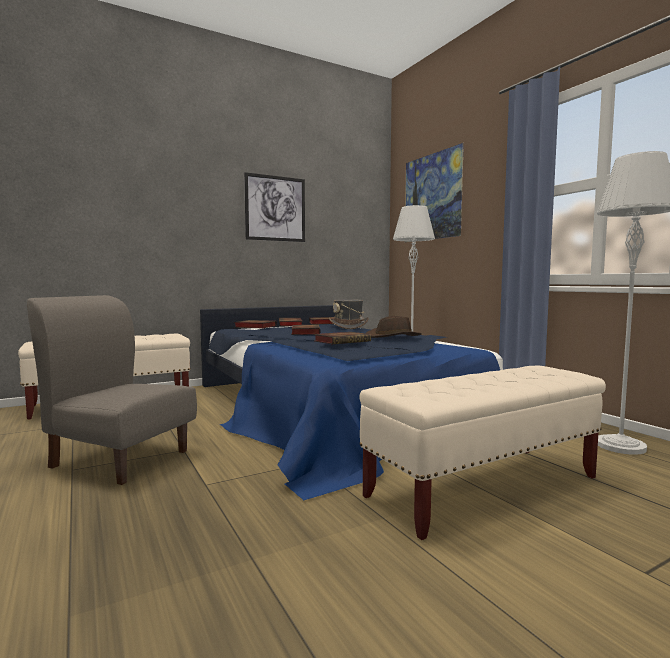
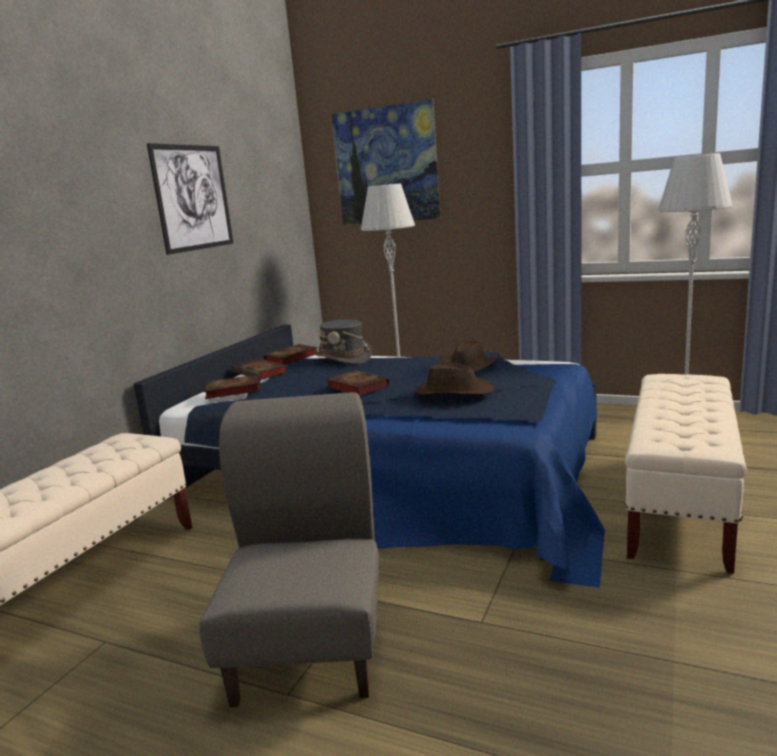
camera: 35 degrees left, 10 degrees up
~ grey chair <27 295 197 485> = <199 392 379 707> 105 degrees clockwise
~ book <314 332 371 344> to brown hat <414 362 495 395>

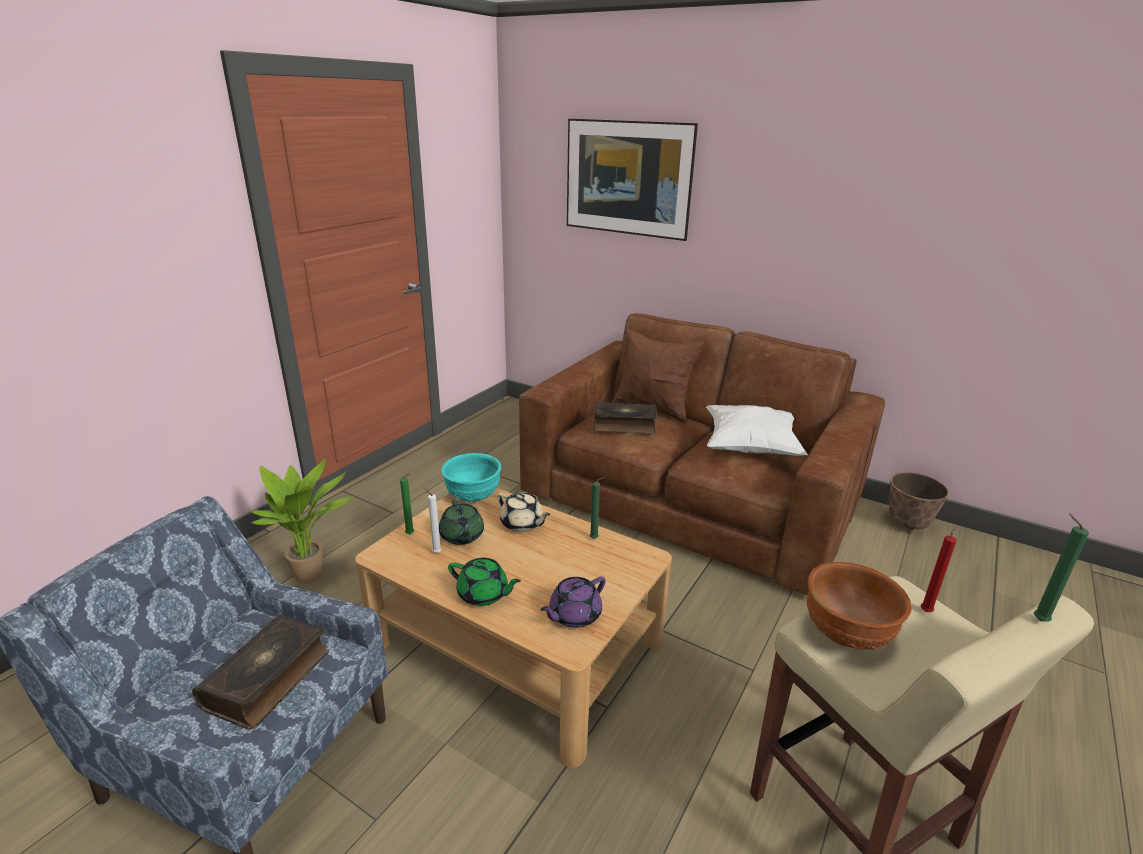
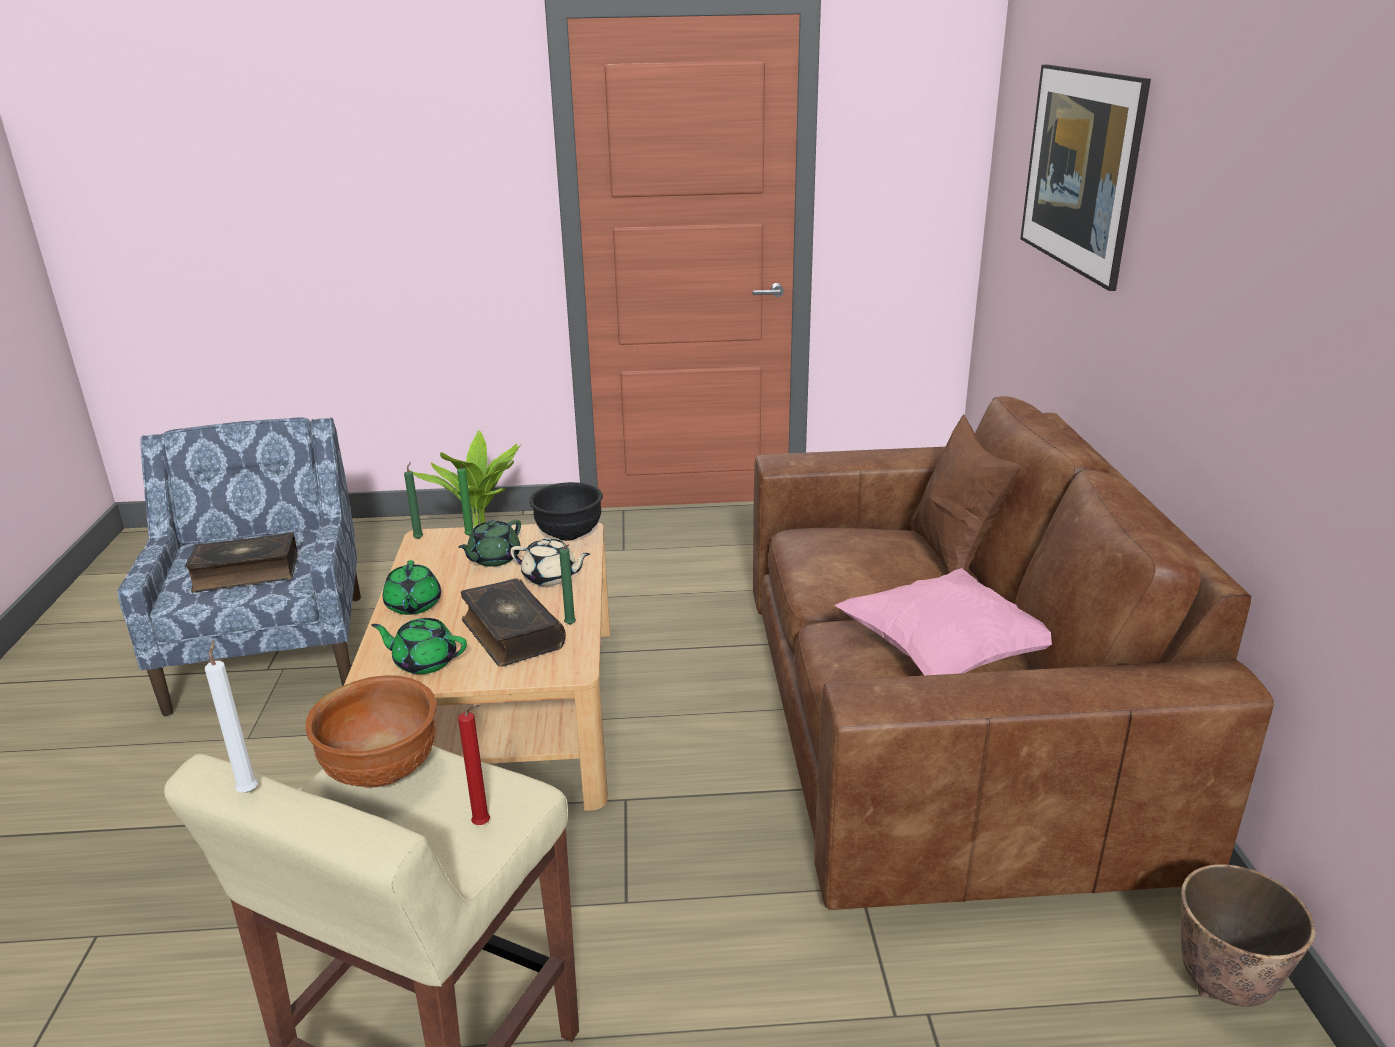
camera: 55 degrees right, 0 degrees up
~ book <593 402 657 434> to <461 578 566 667>
~ white pillow <706 405 808 456> to pink pillow <835 568 1052 675>
~ turquoise bowl <441 453 501 502> to black bowl <529 482 603 541>
~ white candle <424 488 442 553> to <205 640 258 793>
~ beige teapot <497 492 550 532> = <510 538 590 586> 75 degrees counterclockwise
~ green candle <1034 513 1089 621> to <404 462 423 539>
~ purple teapot <540 577 606 628> to green teapot <371 618 467 674>

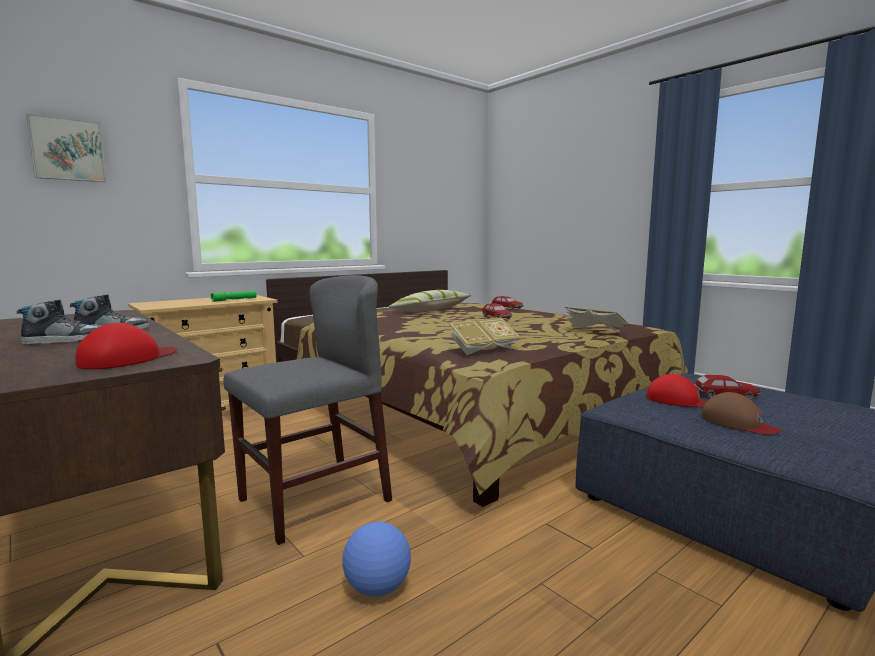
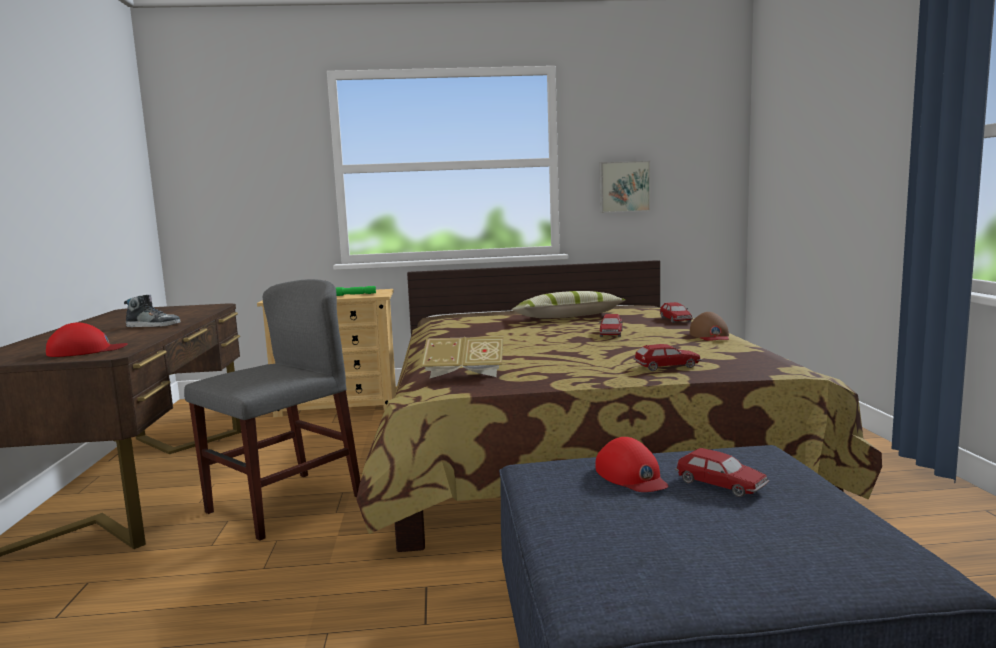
camera: 35 degrees right, 0 degrees up
~ picture <26 113 107 182> to <600 161 650 213>
~ grey chair <223 275 392 545> = <184 279 360 541> 45 degrees counterclockwise
- shoe <17 300 101 345>
~ book <565 307 629 333> to toy car <633 344 702 371>
~ brown cap <701 392 782 435> to <690 312 729 341>
- football <342 522 411 597>

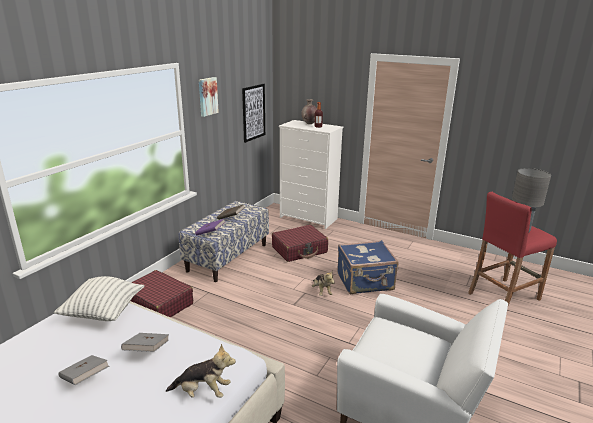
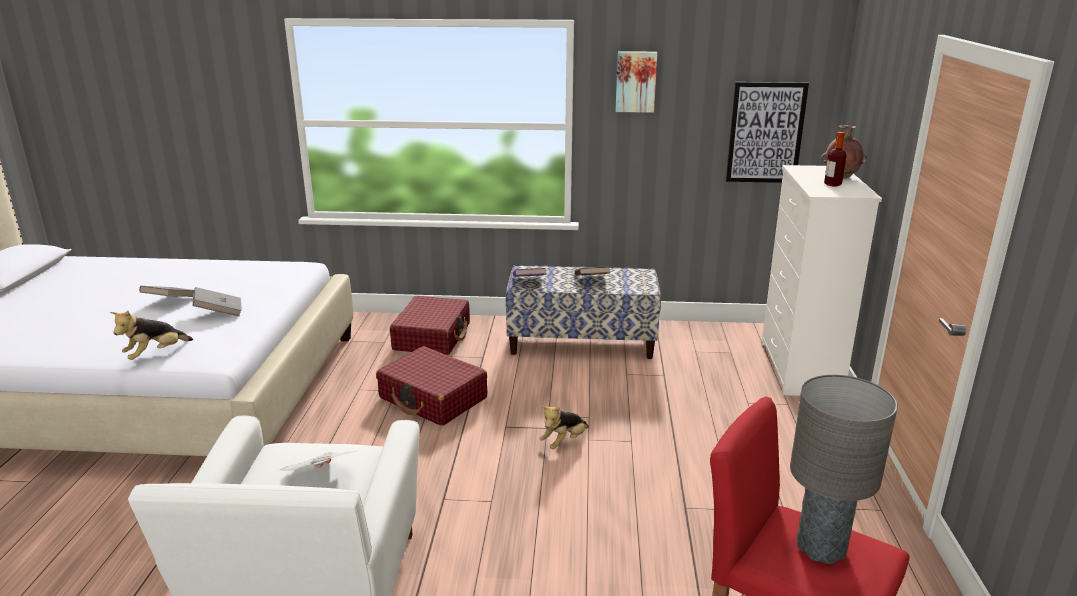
camera: 65 degrees right, 0 degrees up
~ red suitcase <272 225 328 262> to <376 346 487 426>
- blue suitcase <337 240 399 294>
- pillow <54 276 144 321>
~ plush toy <166 344 236 398> = <110 311 193 360> 60 degrees clockwise
+ newspaper <280 451 356 471>

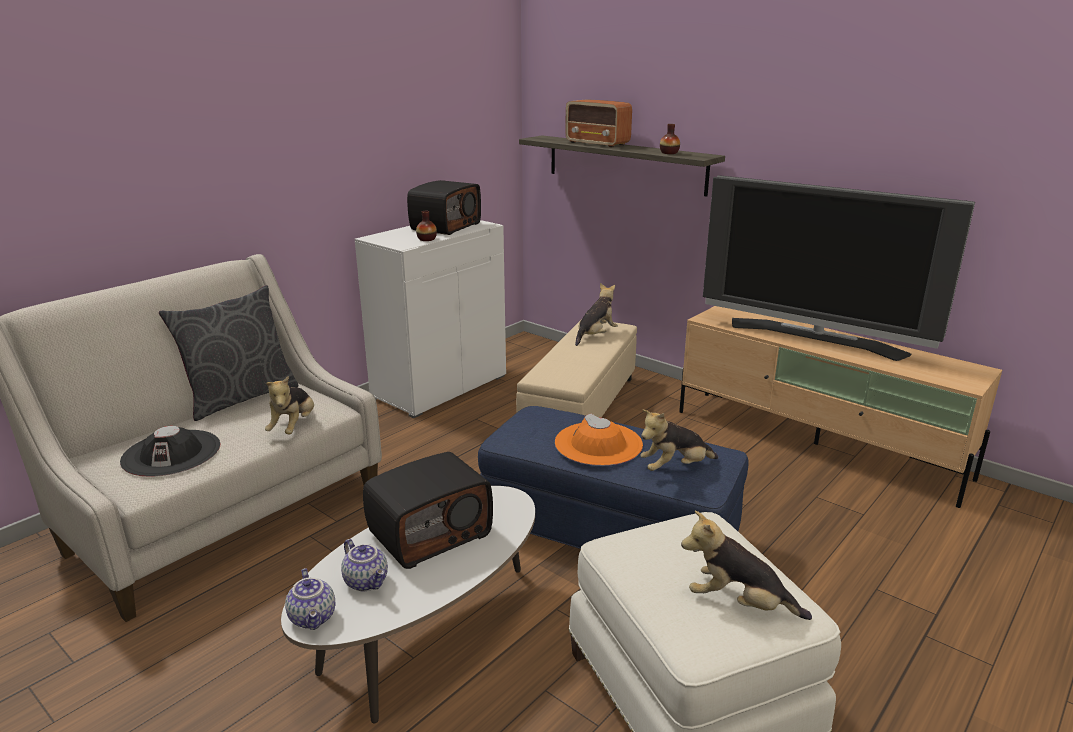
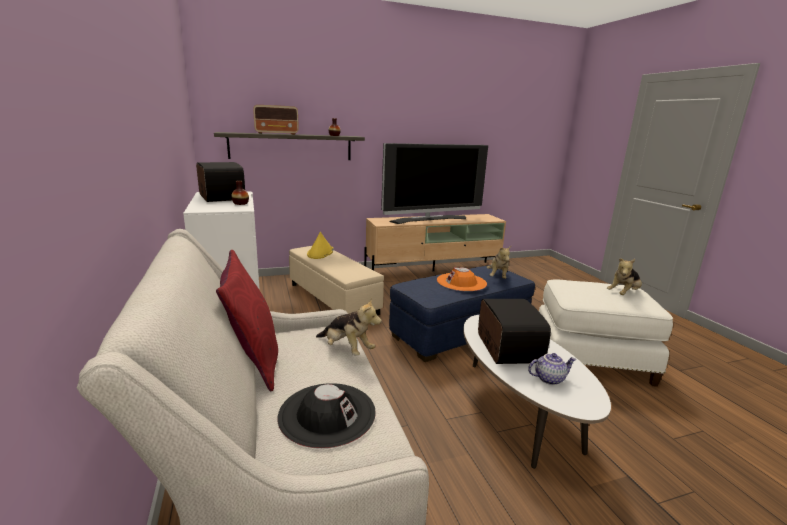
camera: 60 degrees left, 5 degrees down
~ plush toy <575 283 618 346> to yellow hat <307 232 334 259>
~ grey pillow <159 285 298 421> to red pillow <216 250 278 392>
- teapot <285 568 335 630>

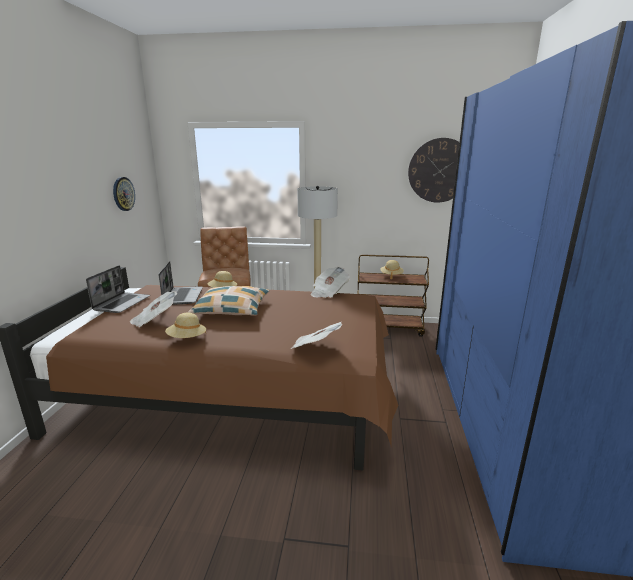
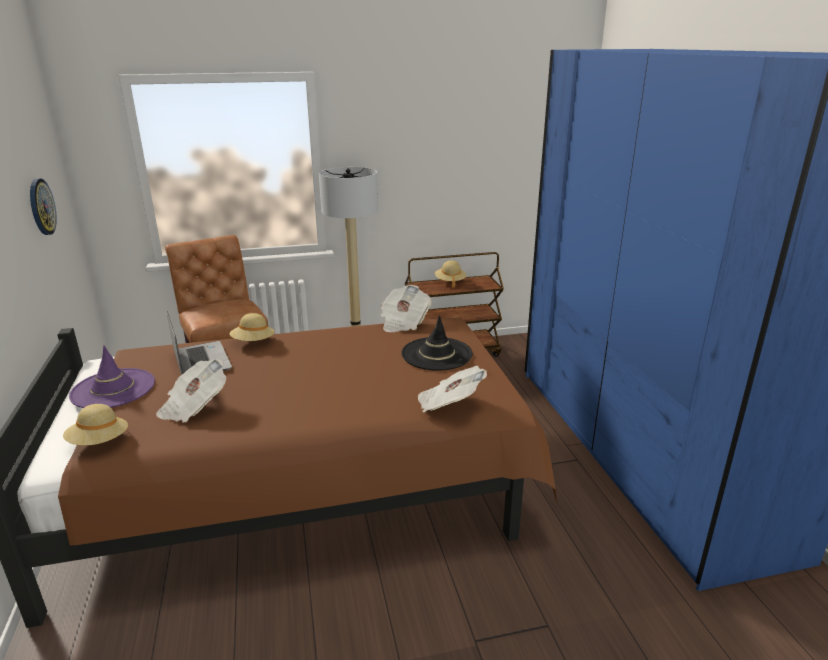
camera: 20 degrees left, 5 degrees up
- wall clock <408 138 460 202>
~ laptop <86 265 150 313> to purple hat <69 345 155 408>
- pillow <188 286 269 316>
~ beige hat <165 312 206 338> to <63 404 128 446>
+ black hat <401 315 473 371>

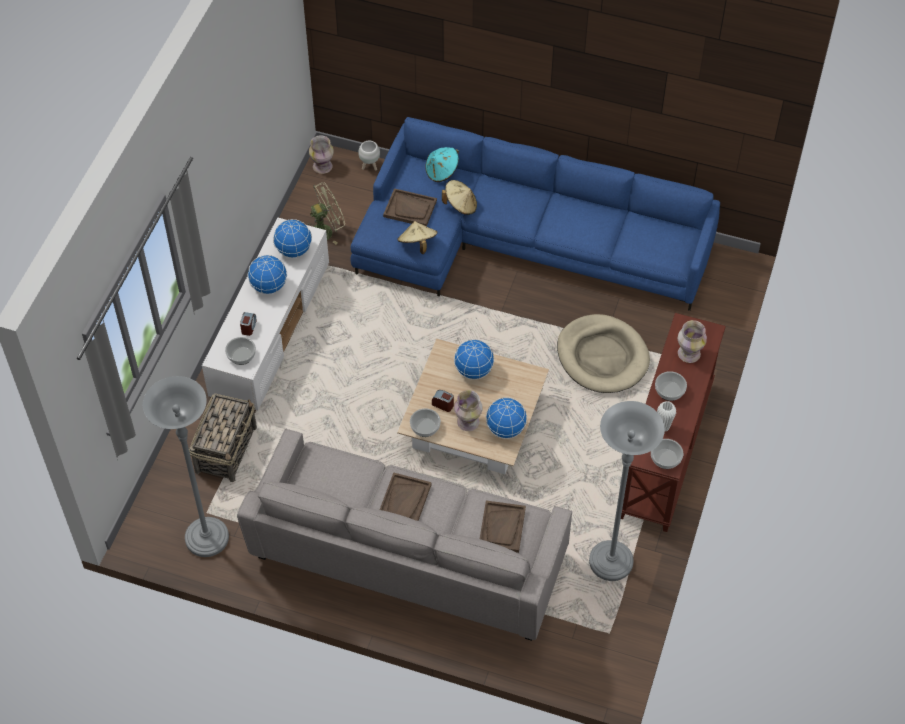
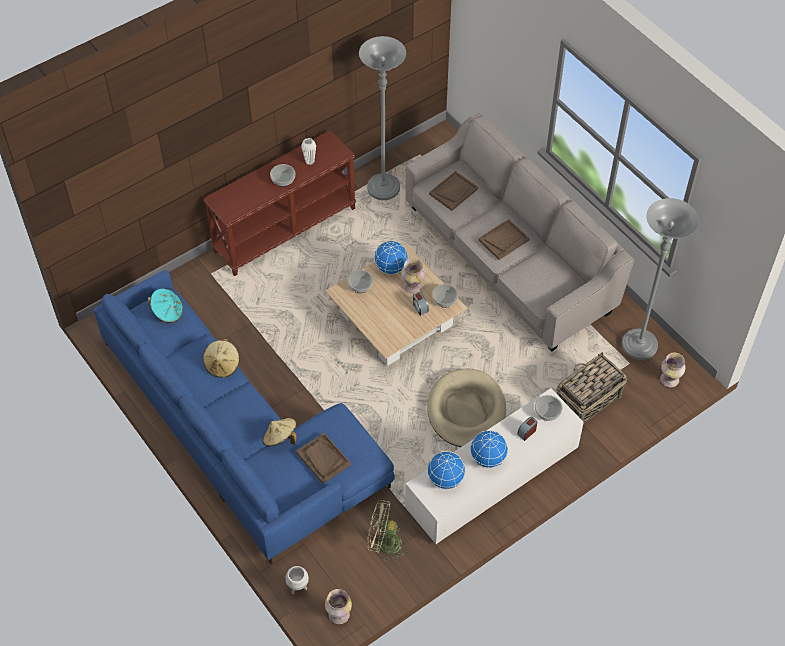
camera: 145 degrees left, 0 degrees up
~ turquoise hat <425 147 459 182> to <148 289 183 323>
~ beige hat <397 221 437 254> to <203 338 239 378>
~ beige dog bed <557 314 650 393> to <427 368 506 447>
~ vase <678 320 707 363> to <660 353 686 387>
- globe <454 339 494 380>
~ bowl <651 439 683 469> to <347 270 373 293>

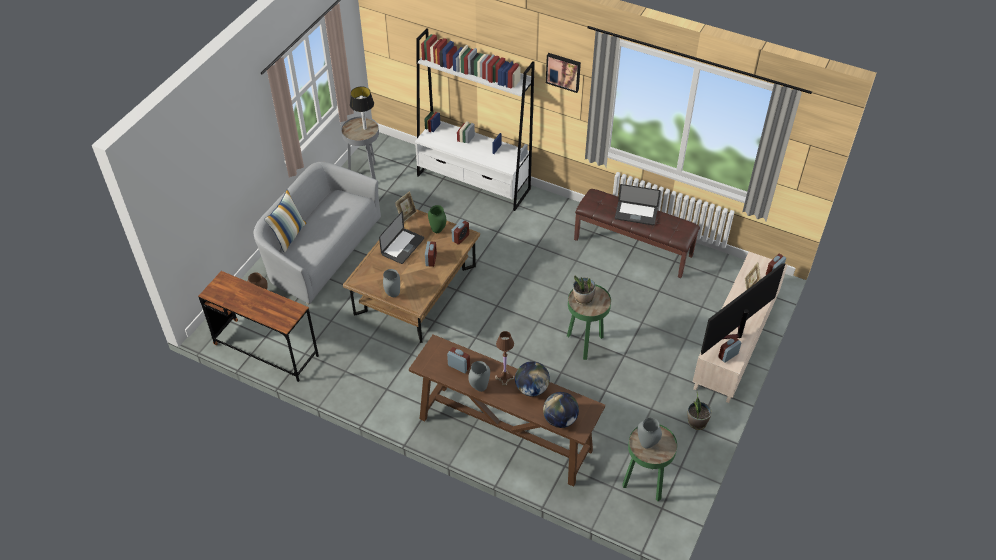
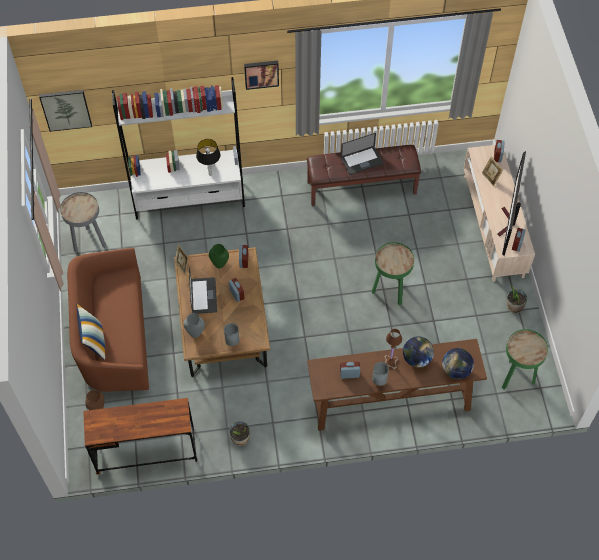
camera: 35 degrees left, 10 degrees up
~ table lamp <350 87 374 130> to <196 139 220 176>
~ grey sofa <254 162 381 304> to brown sofa <67 248 149 392>
~ potted plant <573 276 596 305> to <229 421 250 446>
~ grey vase <637 418 662 449> to <184 313 205 338>
+ picture <39 90 92 132>

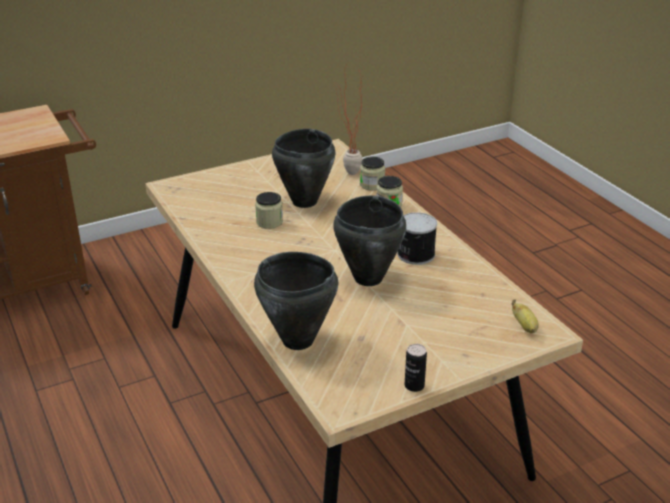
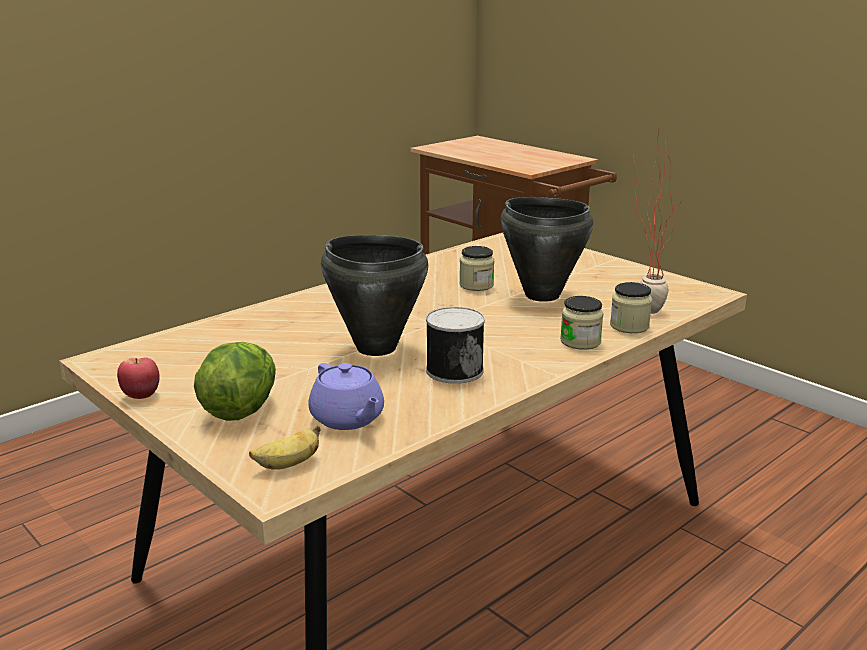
camera: 75 degrees right, 10 degrees down
- black cooking pot <254 252 338 350>
~ can <405 344 427 392> to apple <117 358 160 399>
+ lettuce <194 342 276 421>
+ purple teapot <308 363 384 430>

